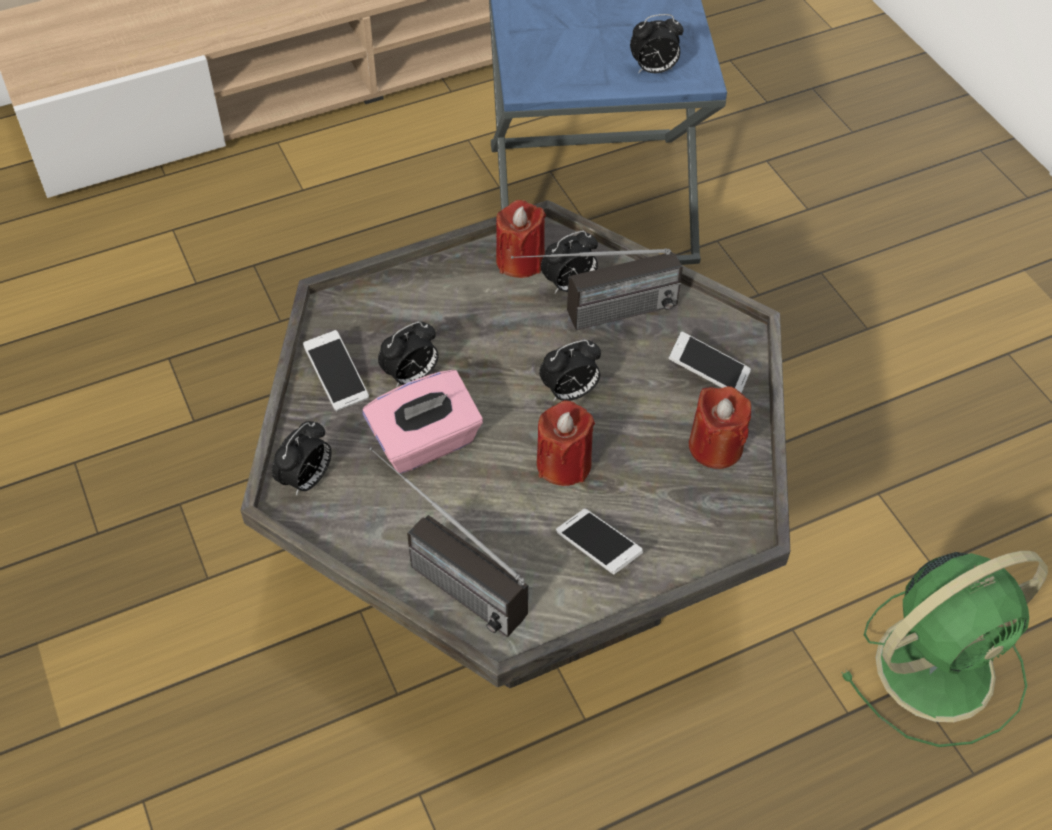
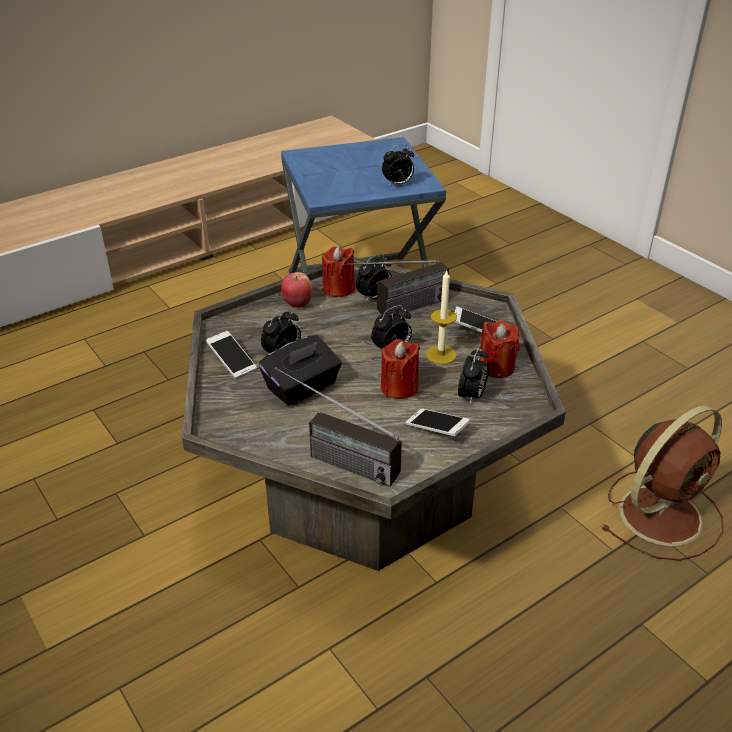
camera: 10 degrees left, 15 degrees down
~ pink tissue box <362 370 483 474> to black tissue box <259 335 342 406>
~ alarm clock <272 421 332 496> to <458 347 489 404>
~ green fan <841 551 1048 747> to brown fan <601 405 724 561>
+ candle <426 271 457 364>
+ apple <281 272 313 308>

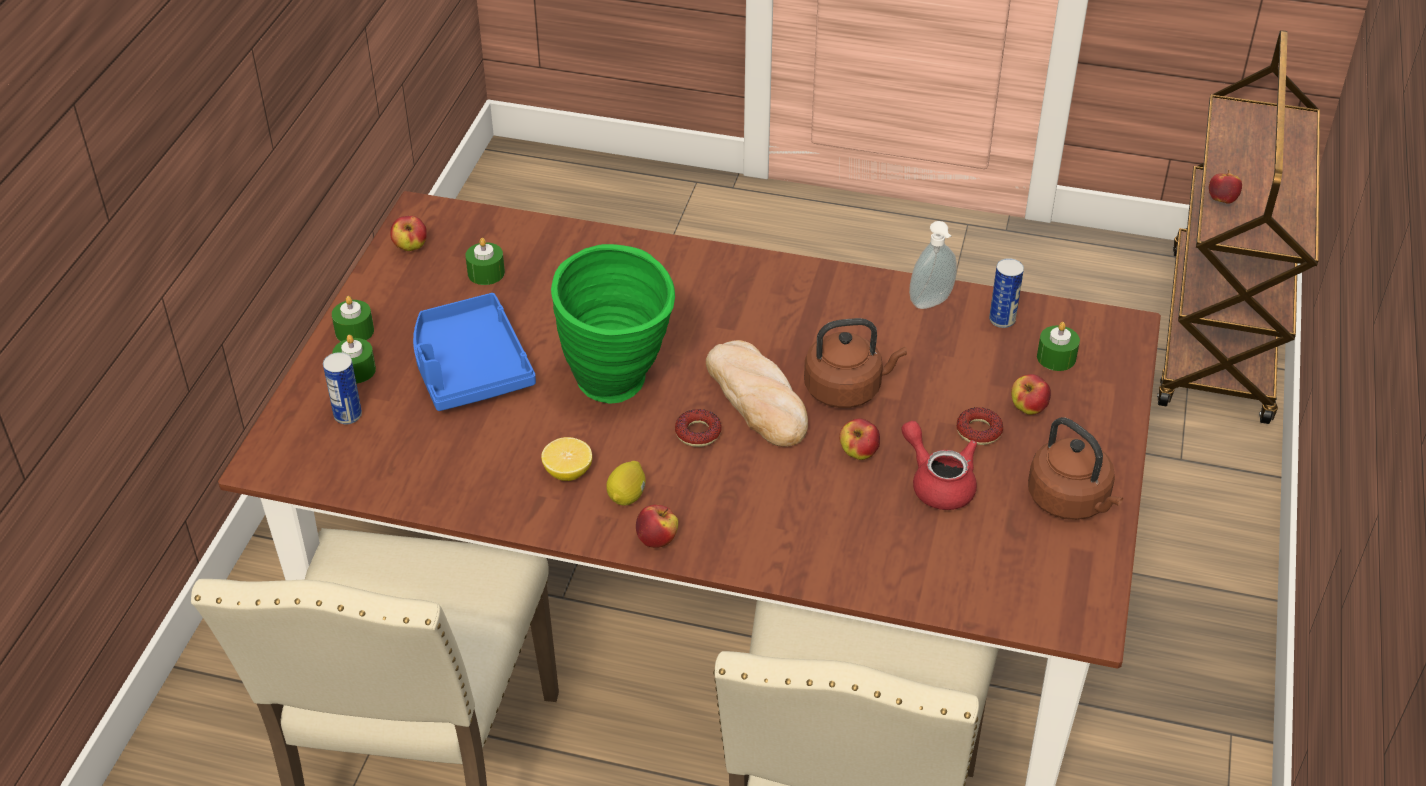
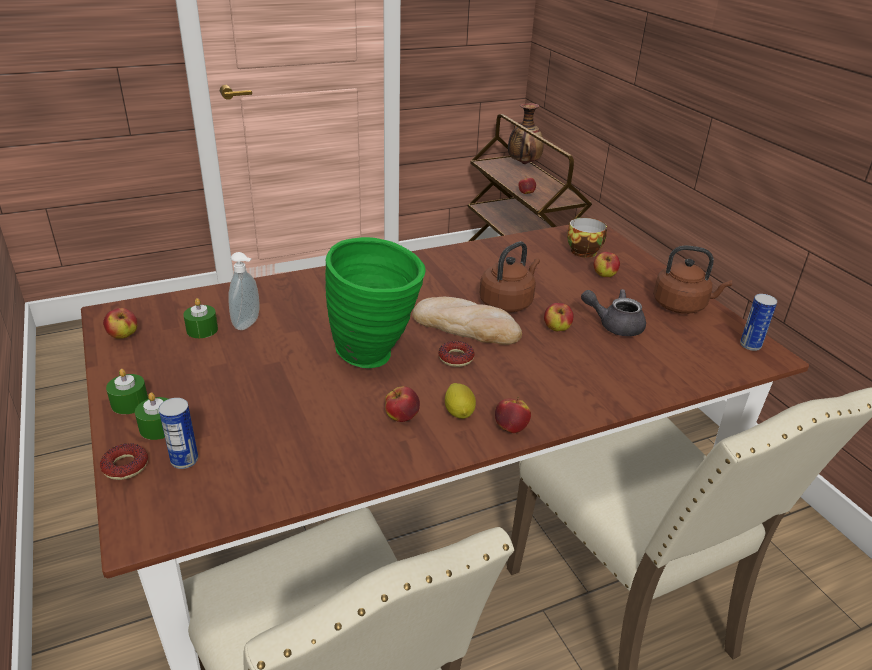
camera: 40 degrees left, 10 degrees down
~ soap dispenser <909 221 957 309> to <228 252 259 330>
~ can <989 258 1024 328> to <740 294 777 351>
- blue tray <413 293 536 411>
~ green candle <1037 322 1080 371> to cup <567 217 607 258>
~ donut <956 407 1003 445> to <100 443 148 480>
~ red teapot <901 421 977 510> to grey teapot <581 289 646 336>
~ lemon <541 437 592 481> to apple <385 386 420 422>
+ vase <508 103 544 164>

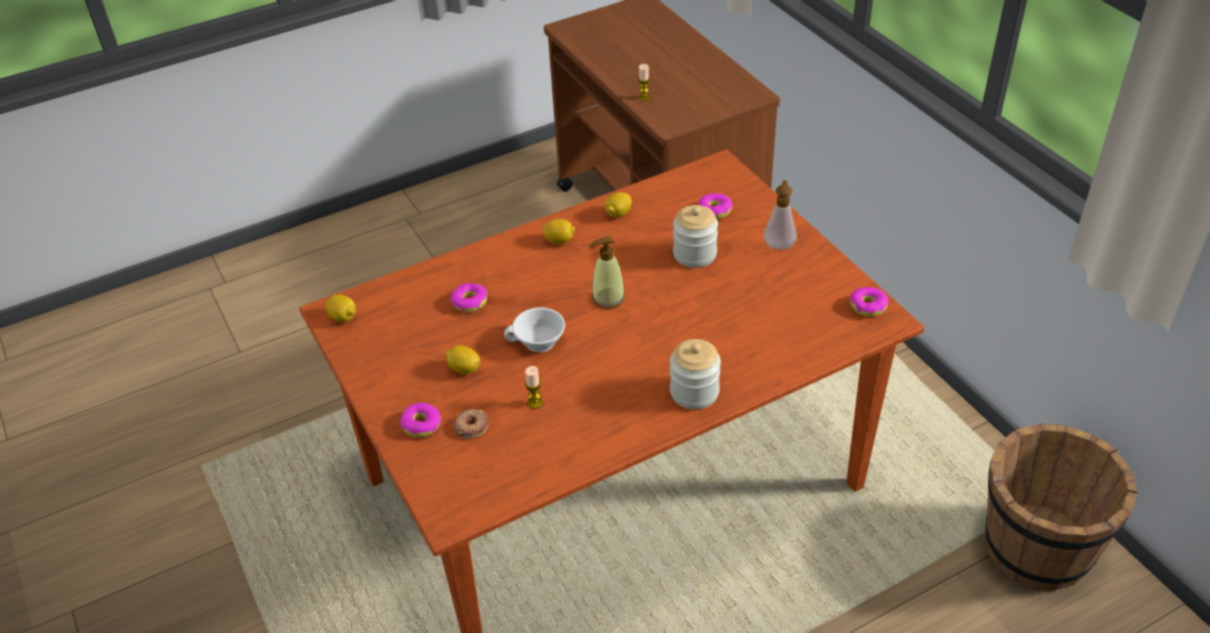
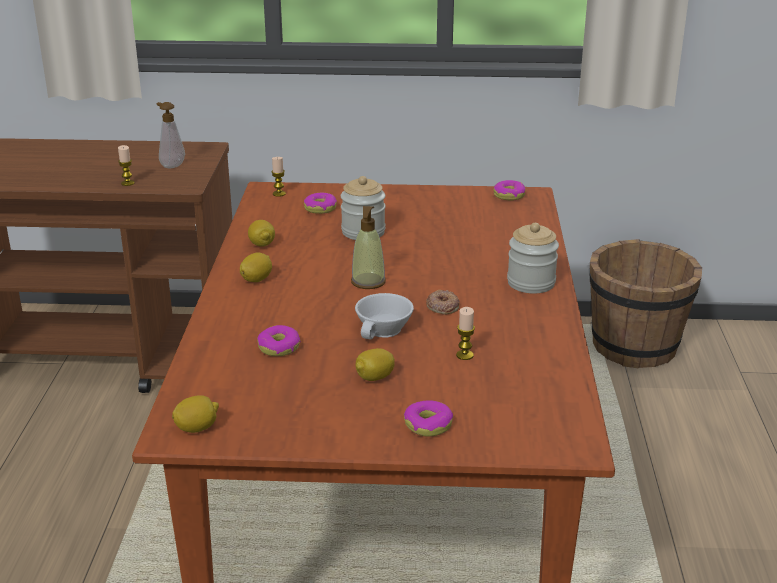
camera: 60 degrees left, 15 degrees down
~ soap dispenser <764 180 797 249> to <157 102 185 168>
~ donut <454 409 489 439> to <426 290 460 315>
+ candle <271 157 286 197>

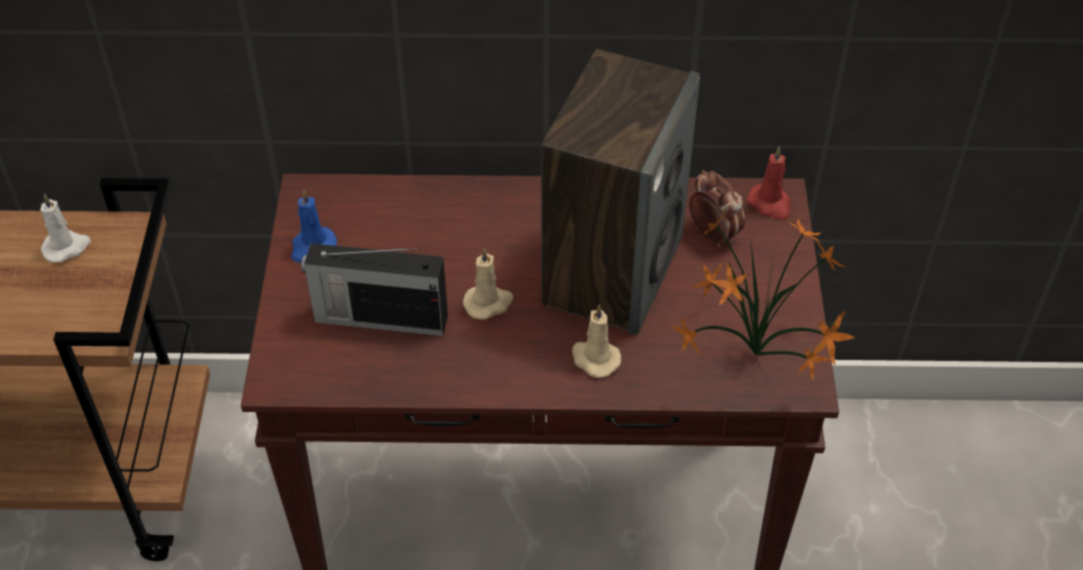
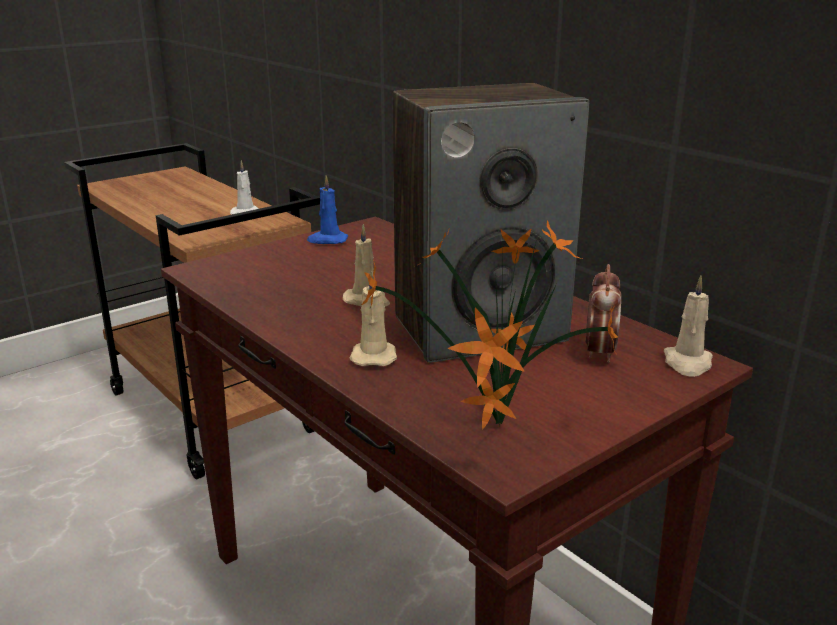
camera: 50 degrees right, 25 degrees down
~ red candle <747 146 791 220> to beige candle <664 276 713 377>
- radio <301 243 448 336>

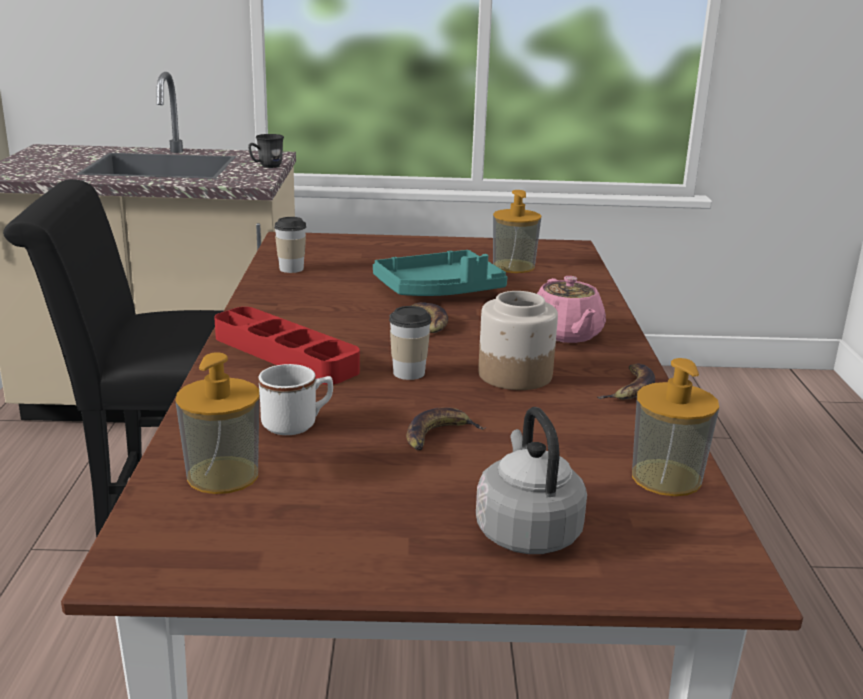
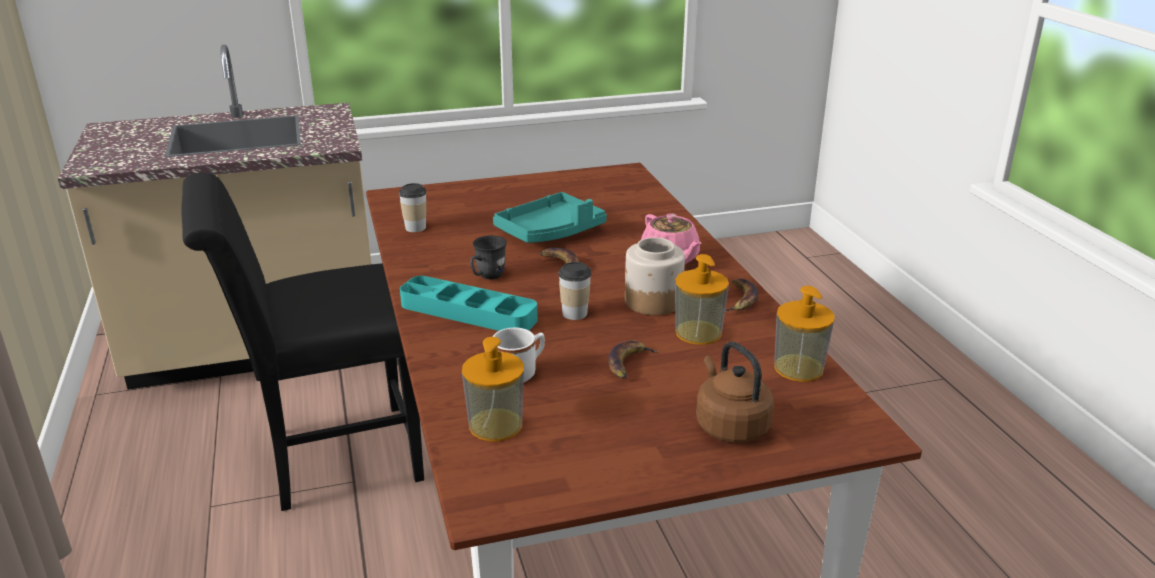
camera: 15 degrees left, 5 degrees up
~ grey mug <248 134 284 168> to <470 236 507 279>
~ soap dispenser <493 190 541 273> to <675 254 729 345>
~ red tray <214 307 360 385> to turquoise tray <400 276 538 331>
~ grey kettle <476 407 587 554> to brown kettle <696 342 774 443>

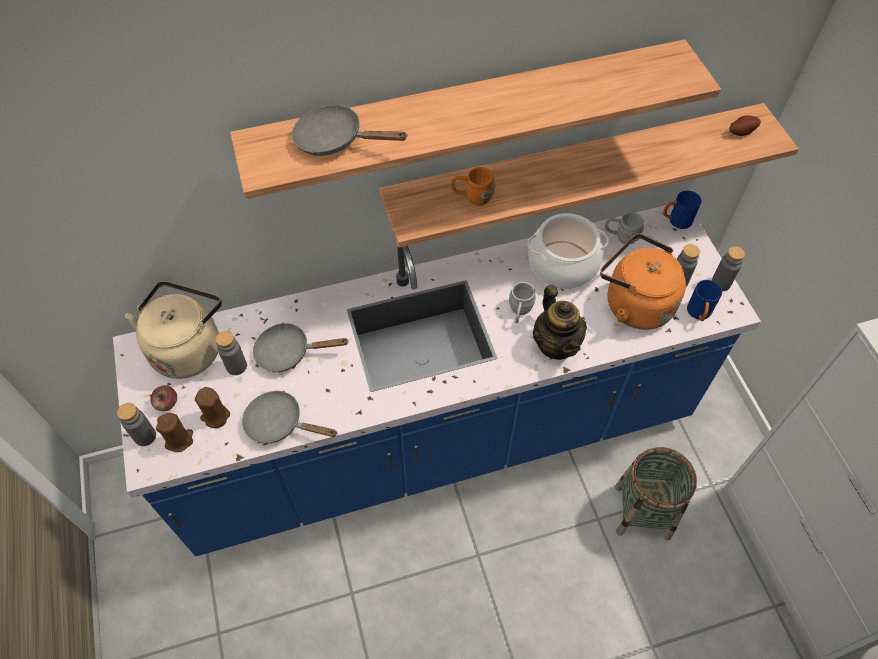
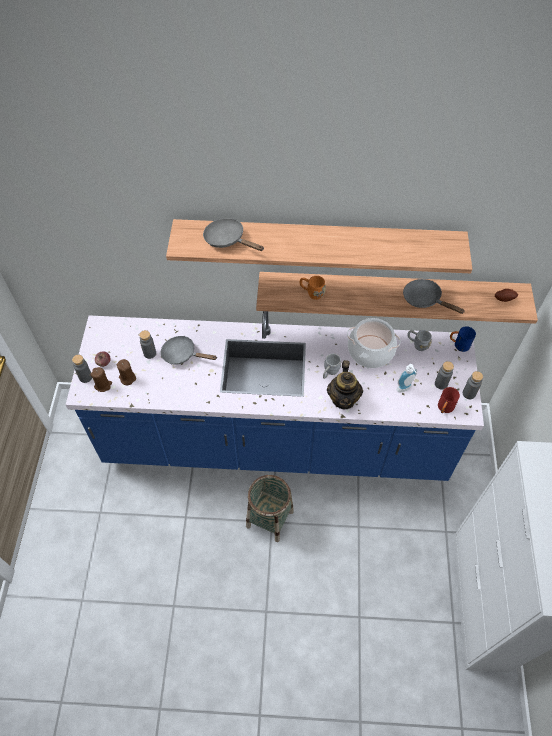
camera: 20 degrees right, 0 degrees up
~ orange kettle <600 234 686 330> to soap dispenser <397 364 417 392>
~ blue mug <687 280 722 321> to red mug <438 387 460 413>
- beige kettle <125 281 222 379>
~ grey frying pan <242 391 338 443> to <403 279 465 314>
~ basket <615 447 697 541> to <246 475 294 542>

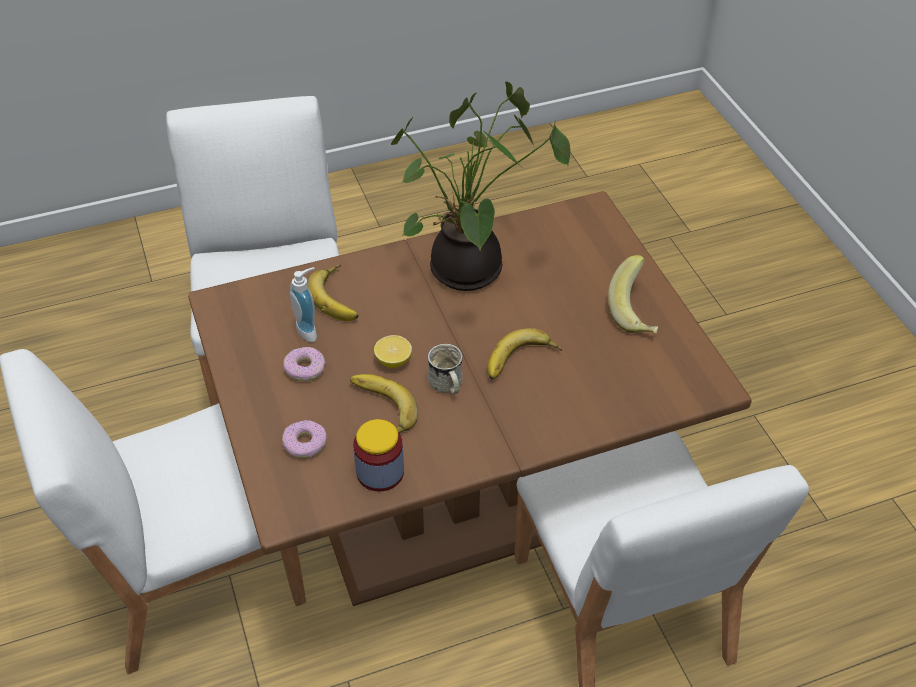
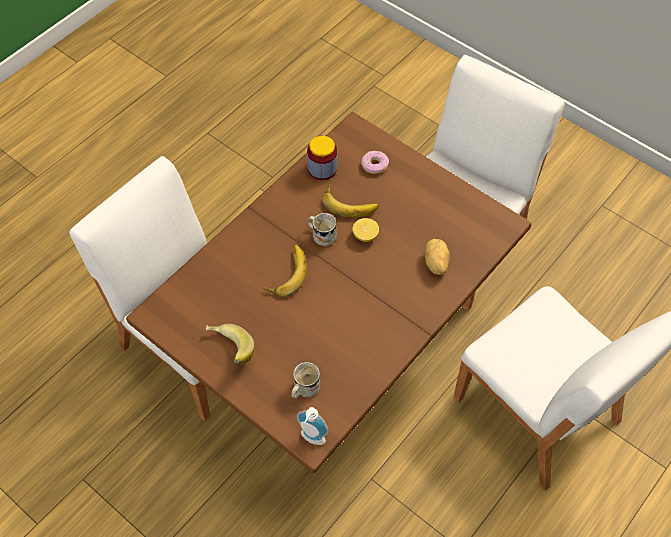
camera: 150 degrees right, 10 degrees up
- potted plant <391 81 571 291>
~ banana <307 264 359 321> to potato <425 239 450 275>
~ soap dispenser <290 267 317 342> to <297 407 328 445>
- donut <283 347 326 381>
+ white mug <291 362 320 399>

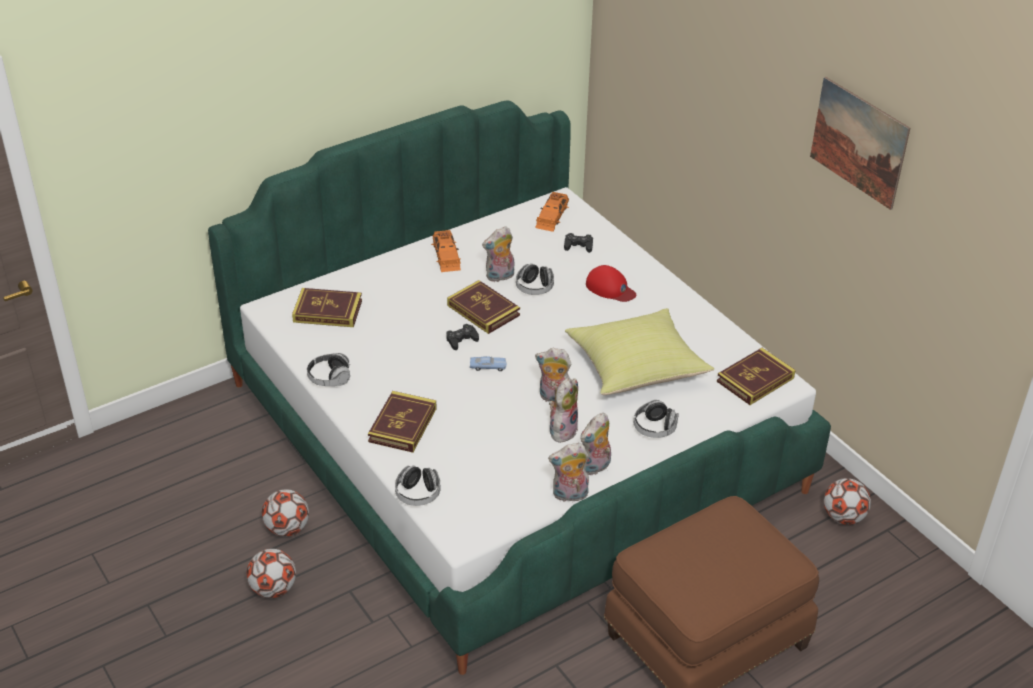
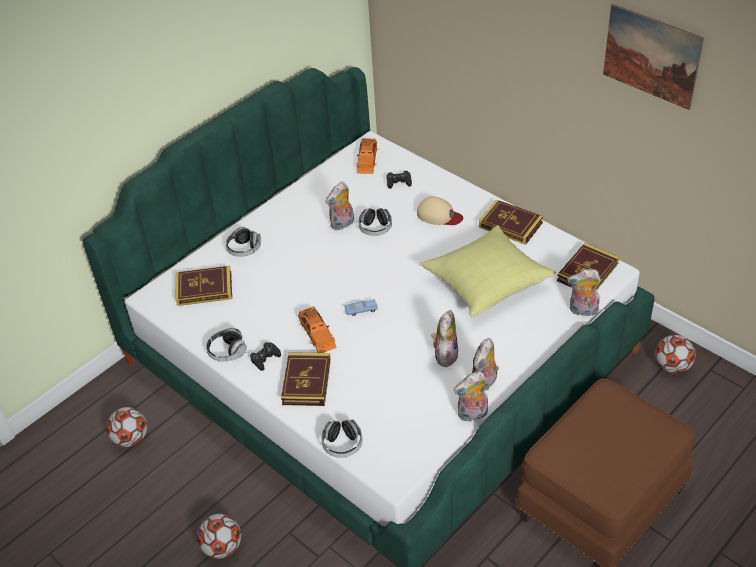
camera: 10 degrees left, 5 degrees up
~ orange toy car <431 230 461 272> to <298 306 337 353>
~ red cap <586 265 636 302> to beige cap <417 196 463 225>
~ book <447 280 520 334> to <479 200 543 245>
~ black game controller <446 324 479 350> to <250 342 281 371>
~ plush toy <535 348 572 402> to <567 269 601 316>
~ headphones <634 400 679 438> to <226 227 261 257>
~ football <262 489 309 537> to <106 407 147 447>

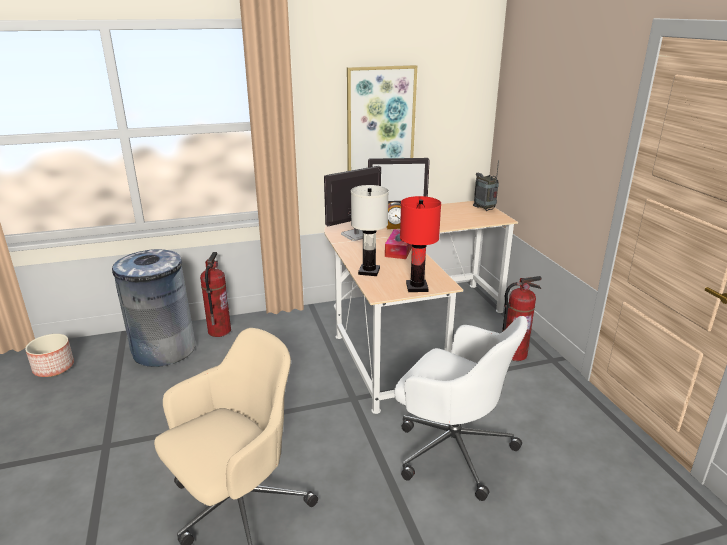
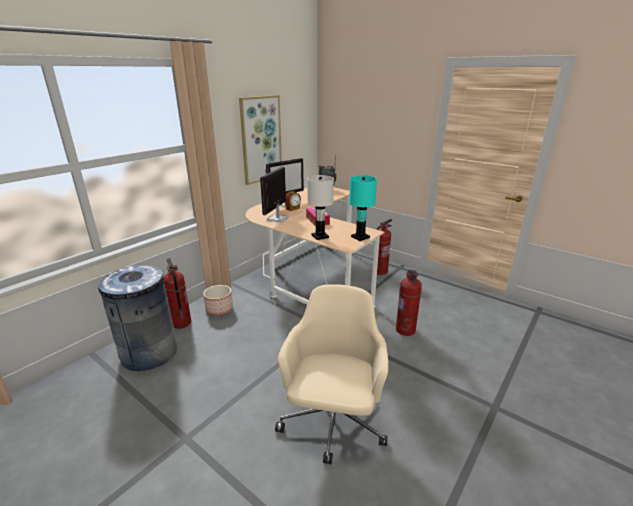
camera: 35 degrees left, 0 degrees up
~ red table lamp <400 196 441 292> to turquoise table lamp <349 176 377 241>
~ white office chair <394 316 528 501> to fire extinguisher <396 269 422 336>
~ planter <25 334 74 377> to <203 285 233 315>

